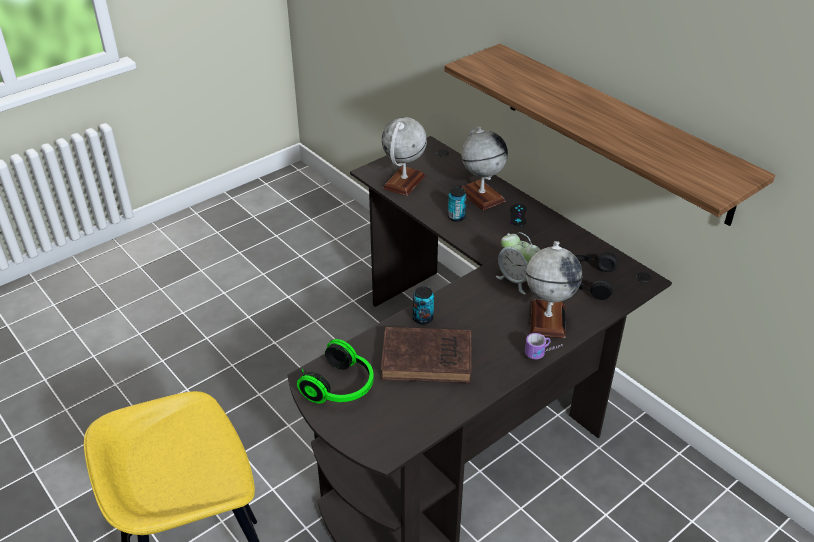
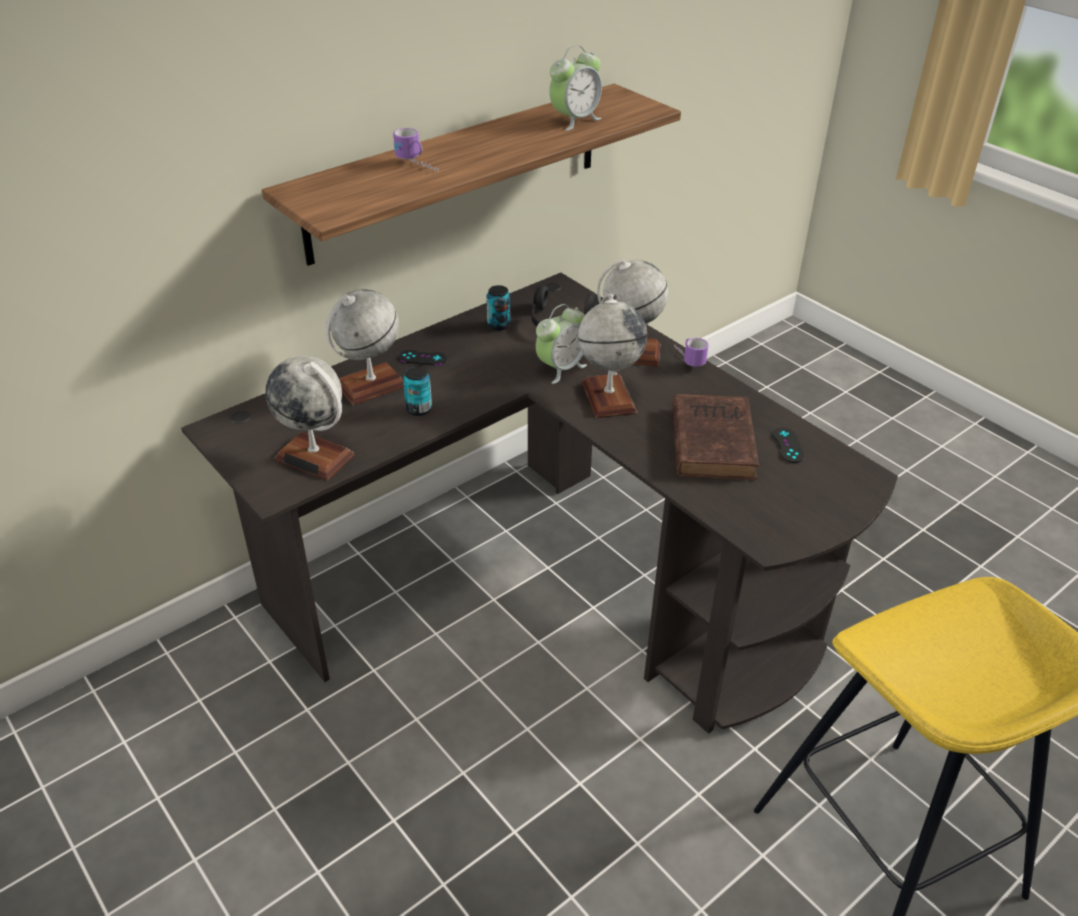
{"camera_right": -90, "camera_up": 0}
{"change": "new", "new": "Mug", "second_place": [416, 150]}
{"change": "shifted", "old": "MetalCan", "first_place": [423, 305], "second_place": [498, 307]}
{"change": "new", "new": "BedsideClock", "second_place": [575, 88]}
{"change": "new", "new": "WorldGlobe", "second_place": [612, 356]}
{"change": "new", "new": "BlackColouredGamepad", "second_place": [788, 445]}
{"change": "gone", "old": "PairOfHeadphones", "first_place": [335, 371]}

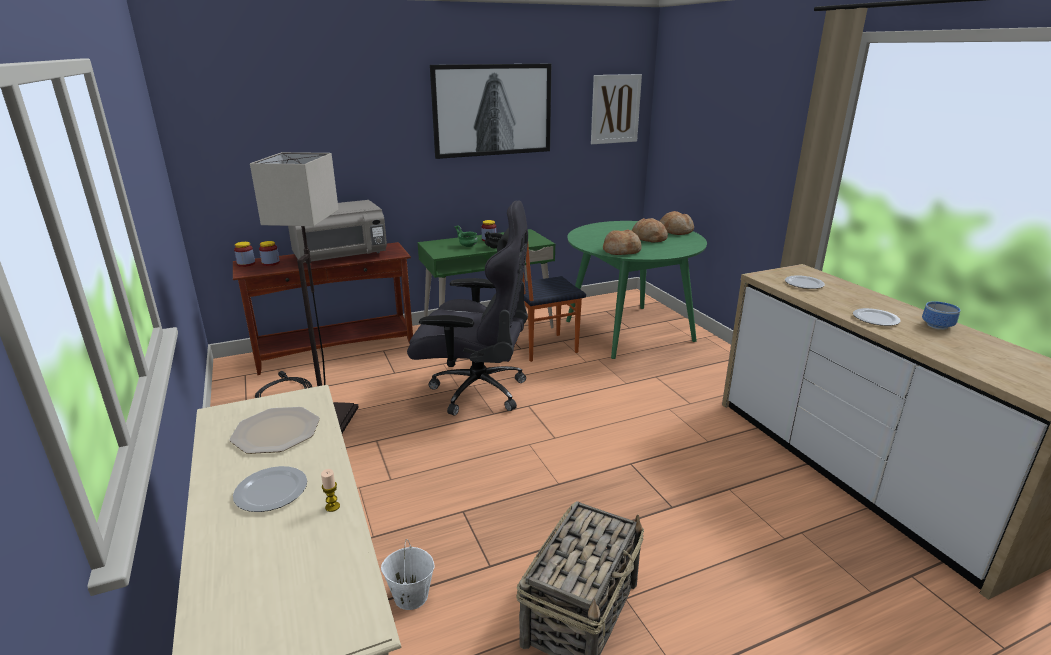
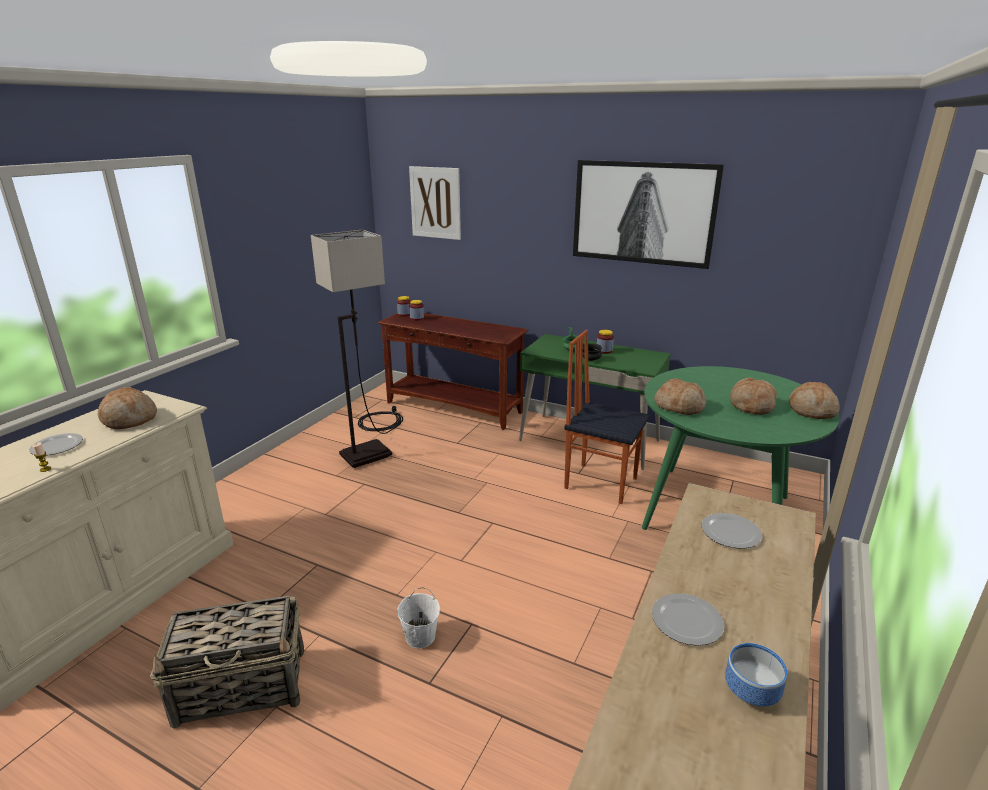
{"camera_right": 50, "camera_up": 0}
{"change": "swapped", "old": "Plate", "new": "BakedBread", "first_place": [275, 430], "second_place": [127, 408]}
{"change": "shifted", "old": "WhiteColouredBucket", "first_place": [408, 574], "second_place": [418, 618]}
{"change": "shifted", "old": "WallArt", "first_place": [616, 109], "second_place": [435, 203]}
{"change": "gone", "old": "GreyMicrowaveOven", "first_place": [337, 231]}
{"change": "gone", "old": "BlackColouredOfficeChair", "first_place": [467, 308]}

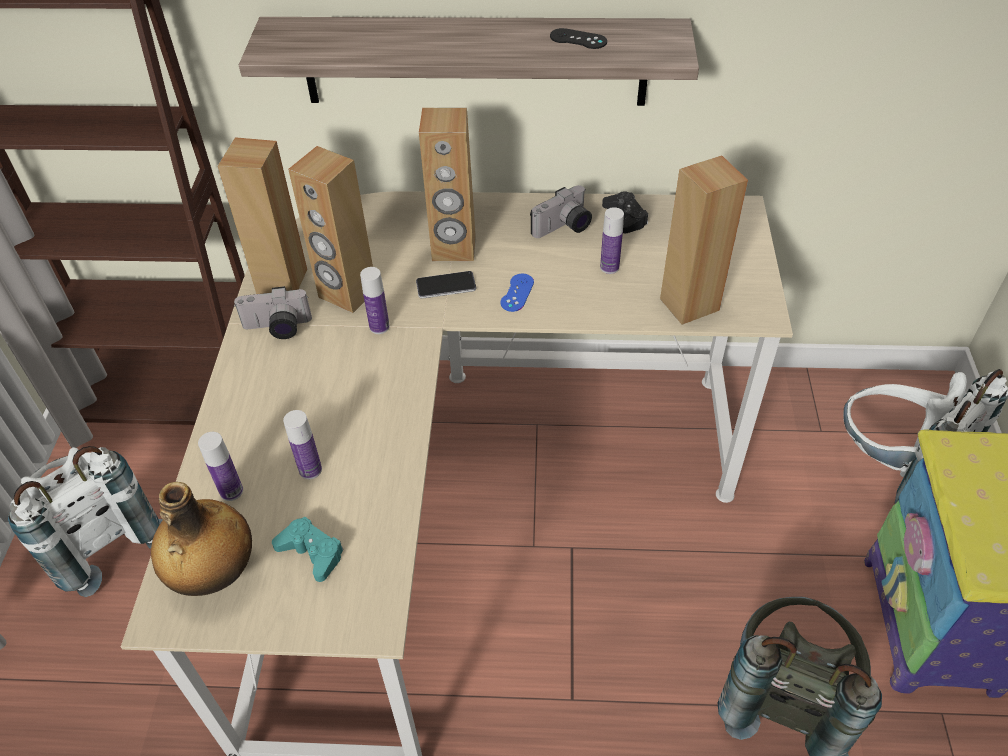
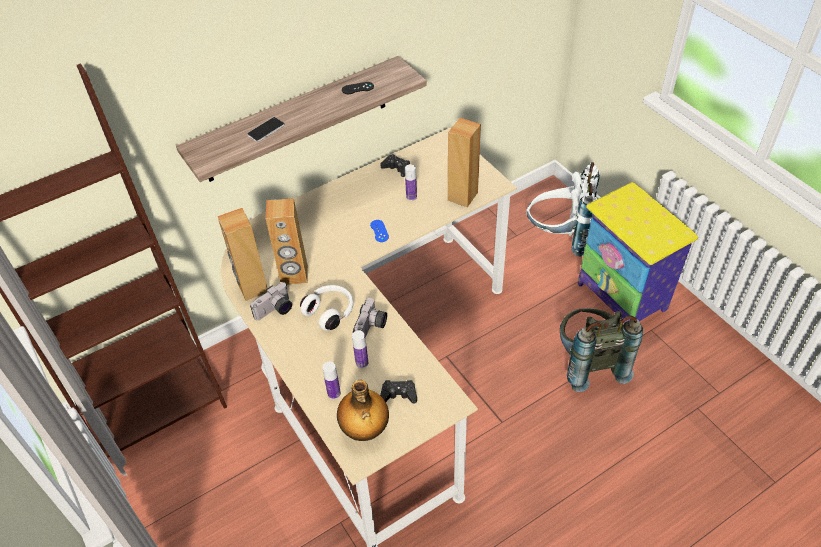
{"camera_right": -35, "camera_up": 0}
{"change": "shifted", "old": "Handset", "first_place": [446, 285], "second_place": [266, 129]}
{"change": "new", "new": "WhiteColouredPairOfHeadphones", "second_place": [327, 308]}
{"change": "shifted", "old": "PhotoCamera", "first_place": [561, 211], "second_place": [370, 318]}
{"change": "repainted", "old": "TurquoiseColouredGamepad", "new": "BlackColouredGamepad", "first_place": [308, 549], "second_place": [398, 391]}
{"change": "gone", "old": "WhiteColouredRucksack", "first_place": [85, 521]}
{"change": "gone", "old": "DrinkBottle", "first_place": [375, 300]}
{"change": "gone", "old": "BrownishAudioSpeaker", "first_place": [447, 184]}

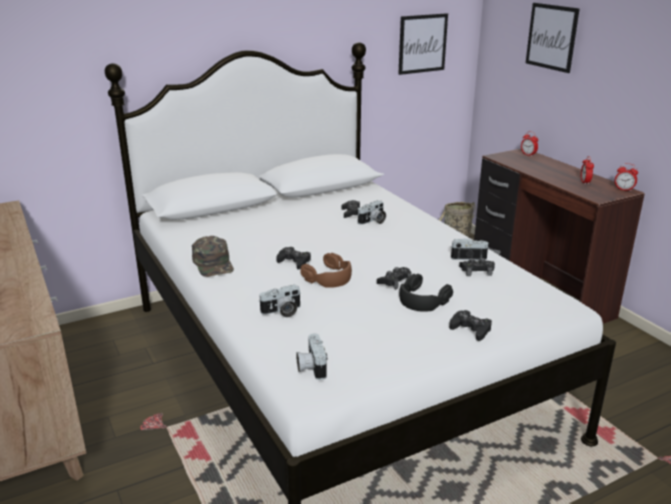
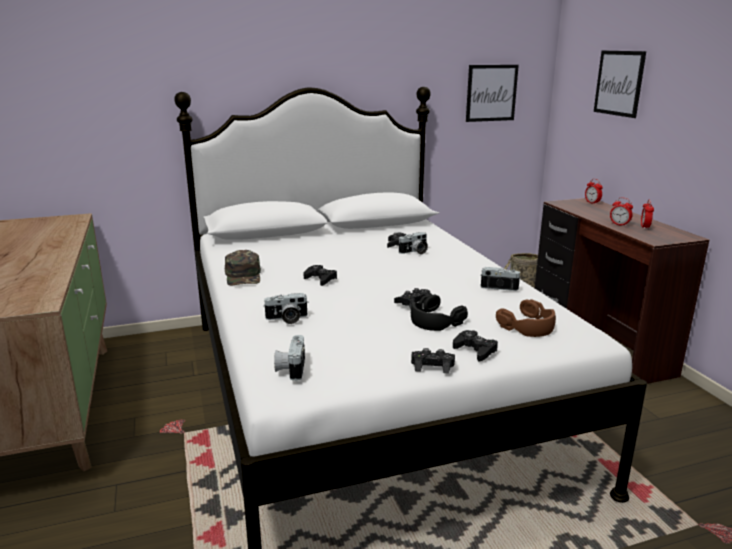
{"camera_right": 10, "camera_up": -5}
{"change": "shifted", "old": "BlackColouredGamepad", "first_place": [477, 267], "second_place": [433, 361]}
{"change": "shifted", "old": "BrownishPairOfHeadphones", "first_place": [326, 270], "second_place": [526, 318]}
{"change": "shifted", "old": "BedsideClock", "first_place": [626, 177], "second_place": [621, 212]}

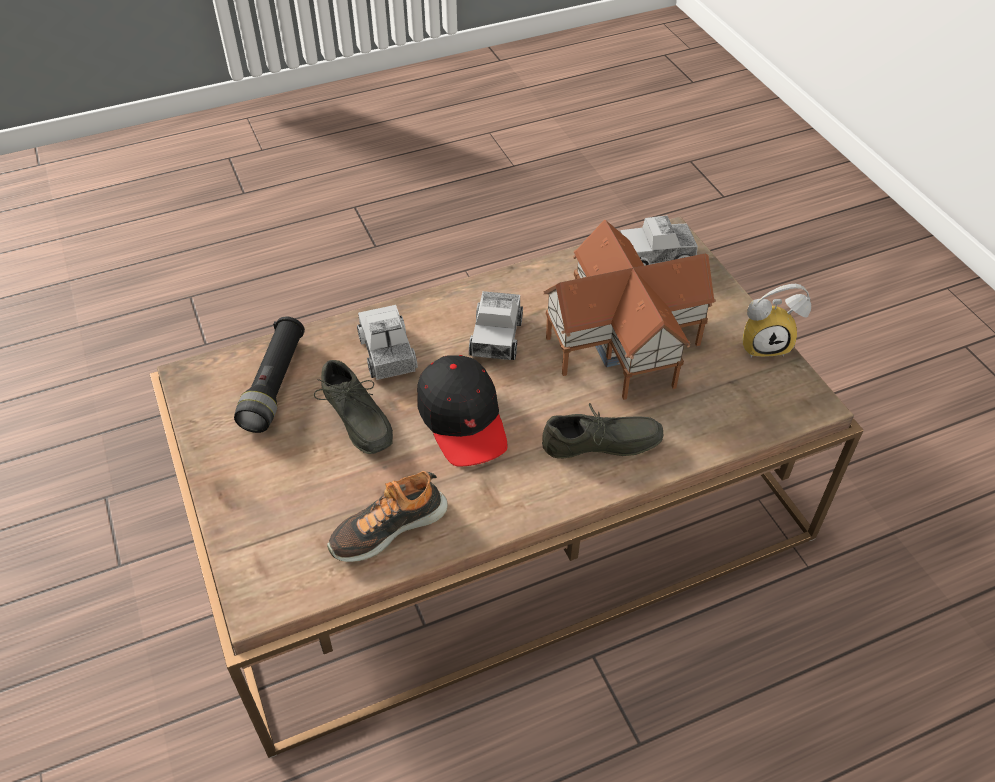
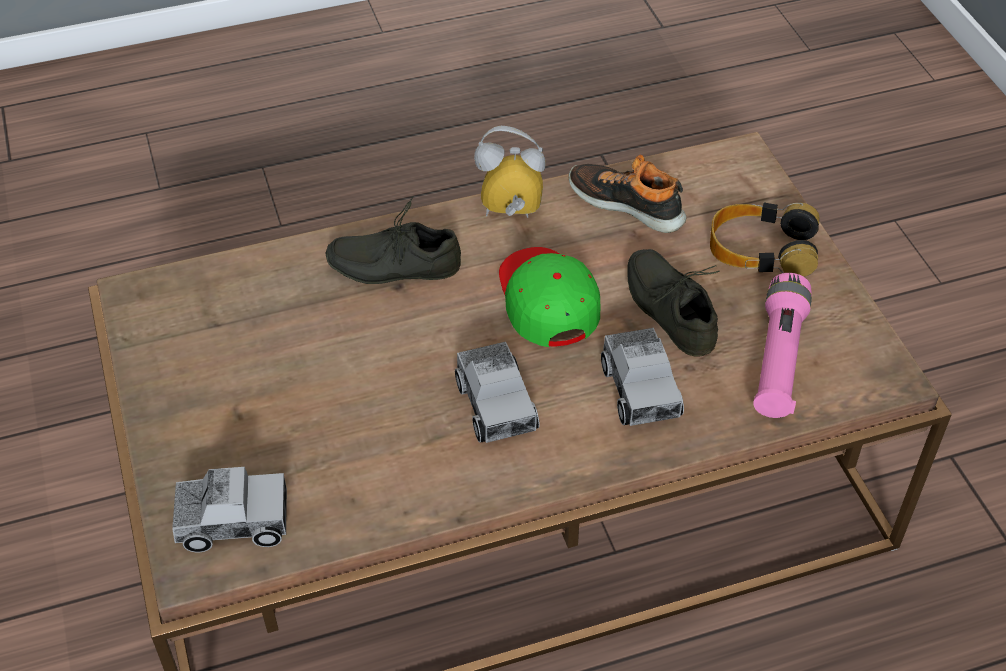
{"camera_right": -175, "camera_up": 0}
{"change": "rotated", "old": "ToyLorry", "first_place": [496, 325], "second_place": [497, 392], "degrees": 150}
{"change": "shifted", "old": "BedsideClock", "first_place": [776, 321], "second_place": [510, 172]}
{"change": "repainted", "old": "BlackColouredBaseballCap", "new": "GreenBaseballCap", "first_place": [462, 411], "second_place": [549, 297]}
{"change": "rotated", "old": "Shoe", "first_place": [387, 516], "second_place": [627, 193], "degrees": -120}
{"change": "new", "new": "PairOfHeadphones", "second_place": [764, 240]}
{"change": "repainted", "old": "BlackColouredTorch", "new": "PinkishTorch", "first_place": [269, 375], "second_place": [783, 345]}
{"change": "gone", "old": "ToyHouse", "first_place": [629, 309]}

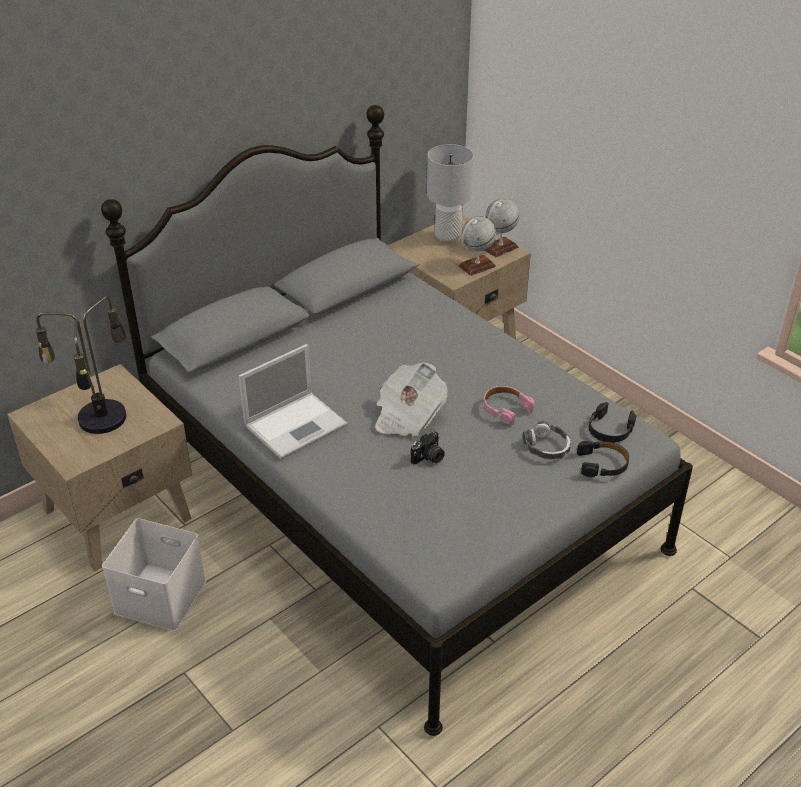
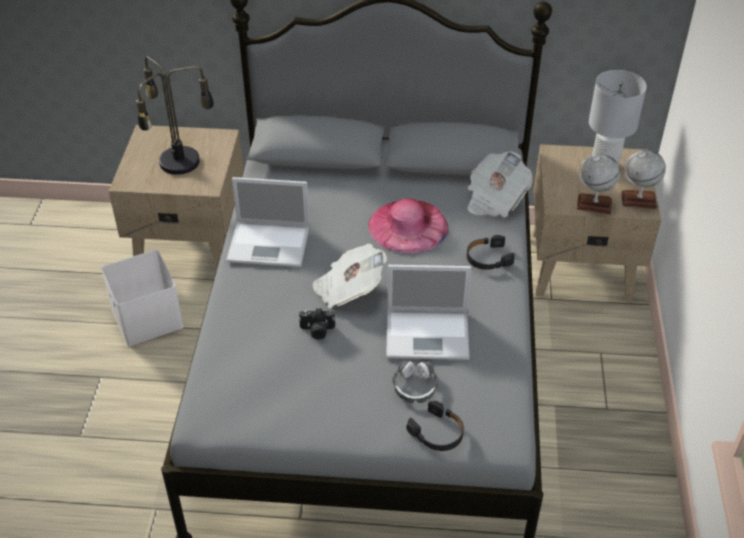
{"camera_right": 45, "camera_up": 5}
{"change": "new", "new": "PinkishHat", "second_place": [408, 226]}
{"change": "swapped", "old": "PinkishPairOfHeadphones", "new": "Laptop", "first_place": [509, 405], "second_place": [428, 312]}
{"change": "shifted", "old": "BlackColouredPairOfHeadphones", "first_place": [613, 422], "second_place": [490, 252]}
{"change": "new", "new": "PrintedPaper", "second_place": [500, 184]}

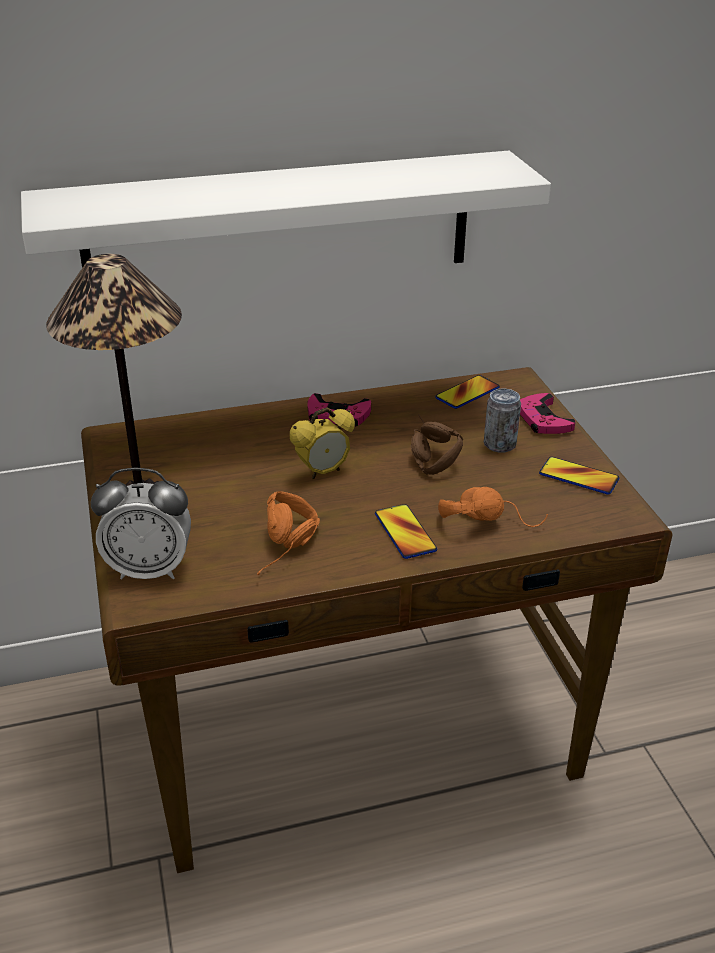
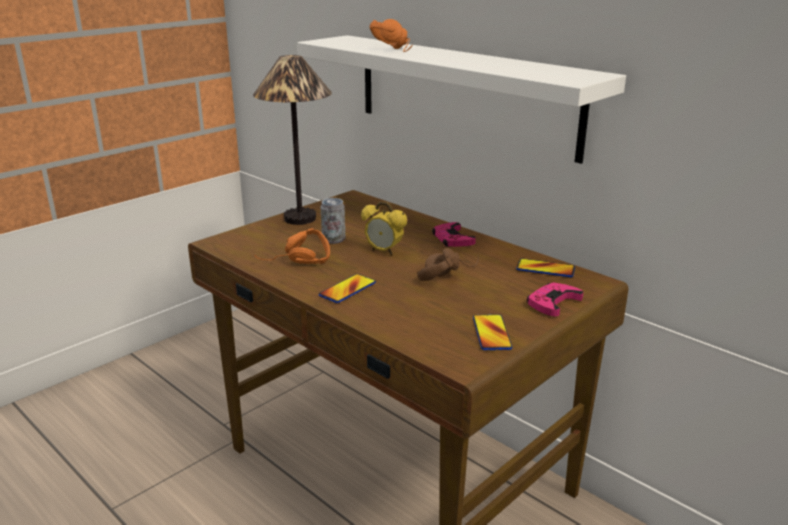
{"camera_right": 60, "camera_up": -10}
{"change": "shifted", "old": "MetalCan", "first_place": [502, 420], "second_place": [332, 221]}
{"change": "shifted", "old": "OrangeColouredPairOfHeadphones", "first_place": [493, 507], "second_place": [391, 35]}
{"change": "gone", "old": "BedsideClock", "first_place": [141, 523]}

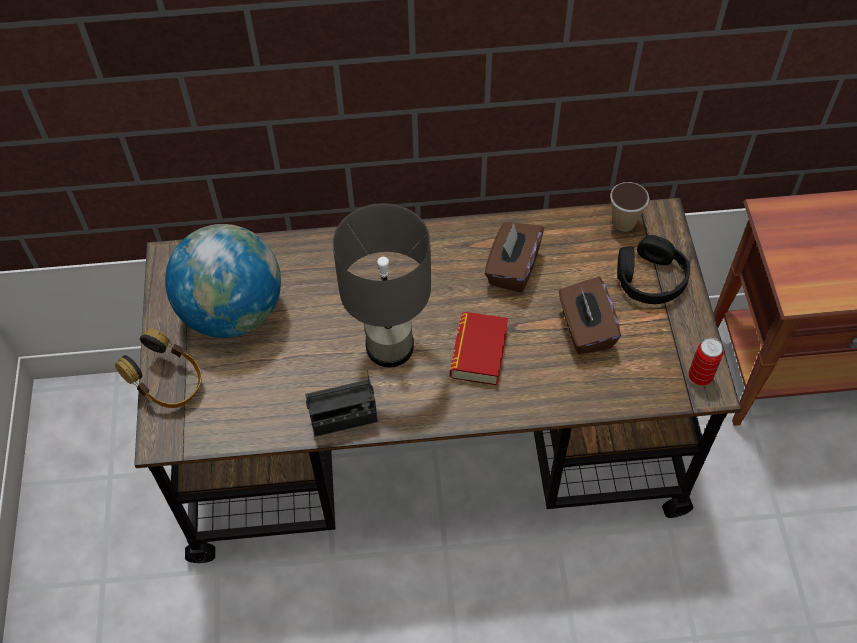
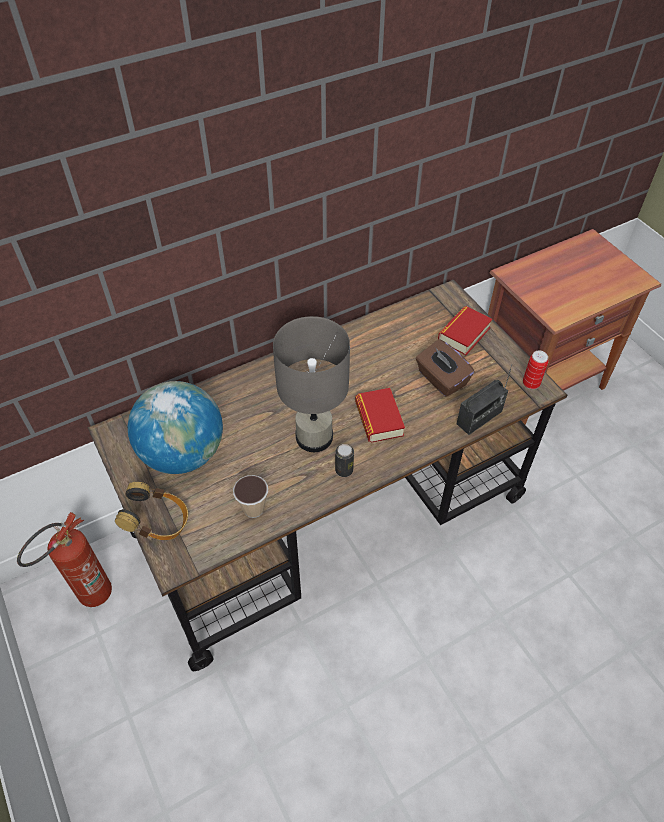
{"camera_right": -25, "camera_up": -5}
{"change": "new", "new": "Extinguisher", "second_place": [64, 559]}
{"change": "shifted", "old": "Cup", "first_place": [629, 207], "second_place": [250, 496]}
{"change": "new", "new": "MetalCan", "second_place": [344, 460]}
{"change": "swapped", "old": "BlackColouredPairOfHeadphones", "new": "Volume", "first_place": [653, 269], "second_place": [465, 330]}
{"change": "shifted", "old": "RadioSet", "first_place": [341, 403], "second_place": [484, 399]}
{"change": "gone", "old": "BrownishBoxOfTissues", "first_place": [514, 257]}

